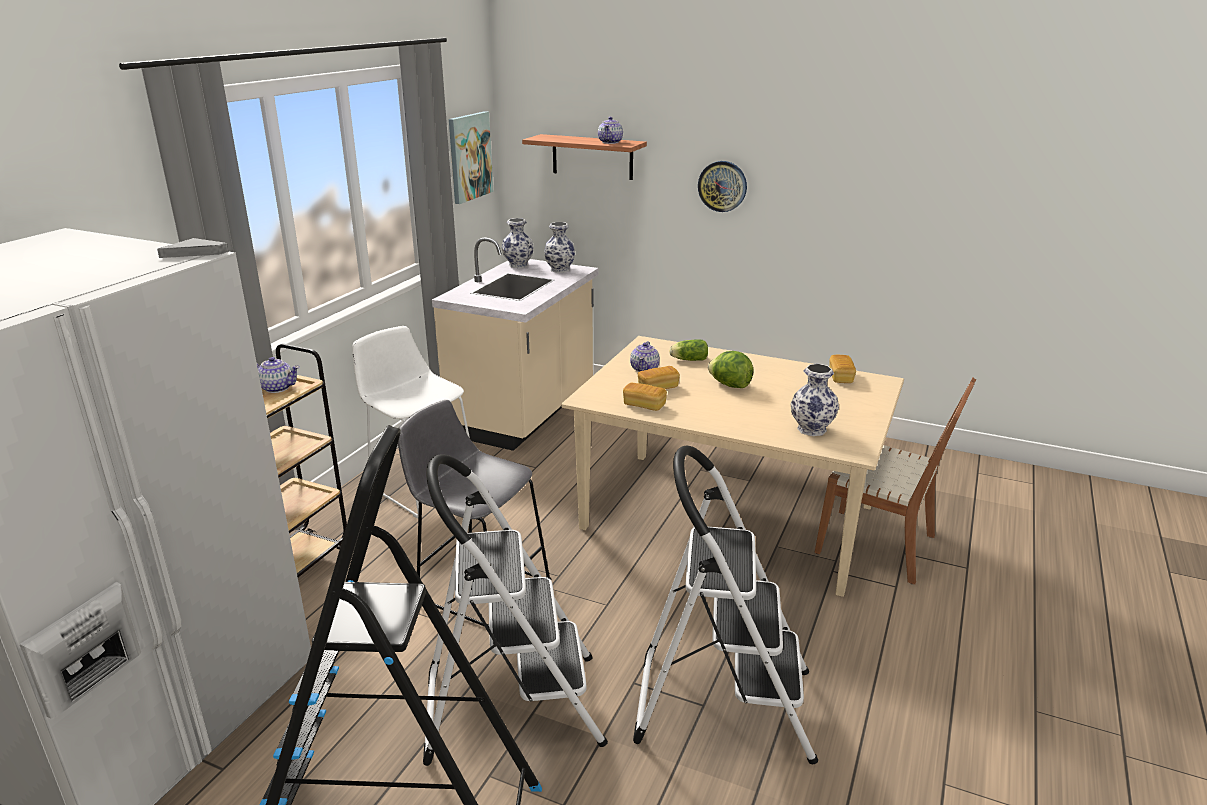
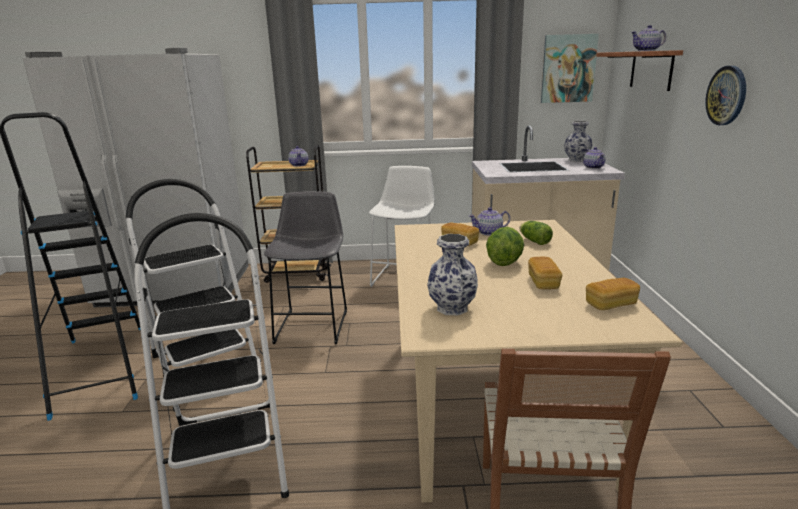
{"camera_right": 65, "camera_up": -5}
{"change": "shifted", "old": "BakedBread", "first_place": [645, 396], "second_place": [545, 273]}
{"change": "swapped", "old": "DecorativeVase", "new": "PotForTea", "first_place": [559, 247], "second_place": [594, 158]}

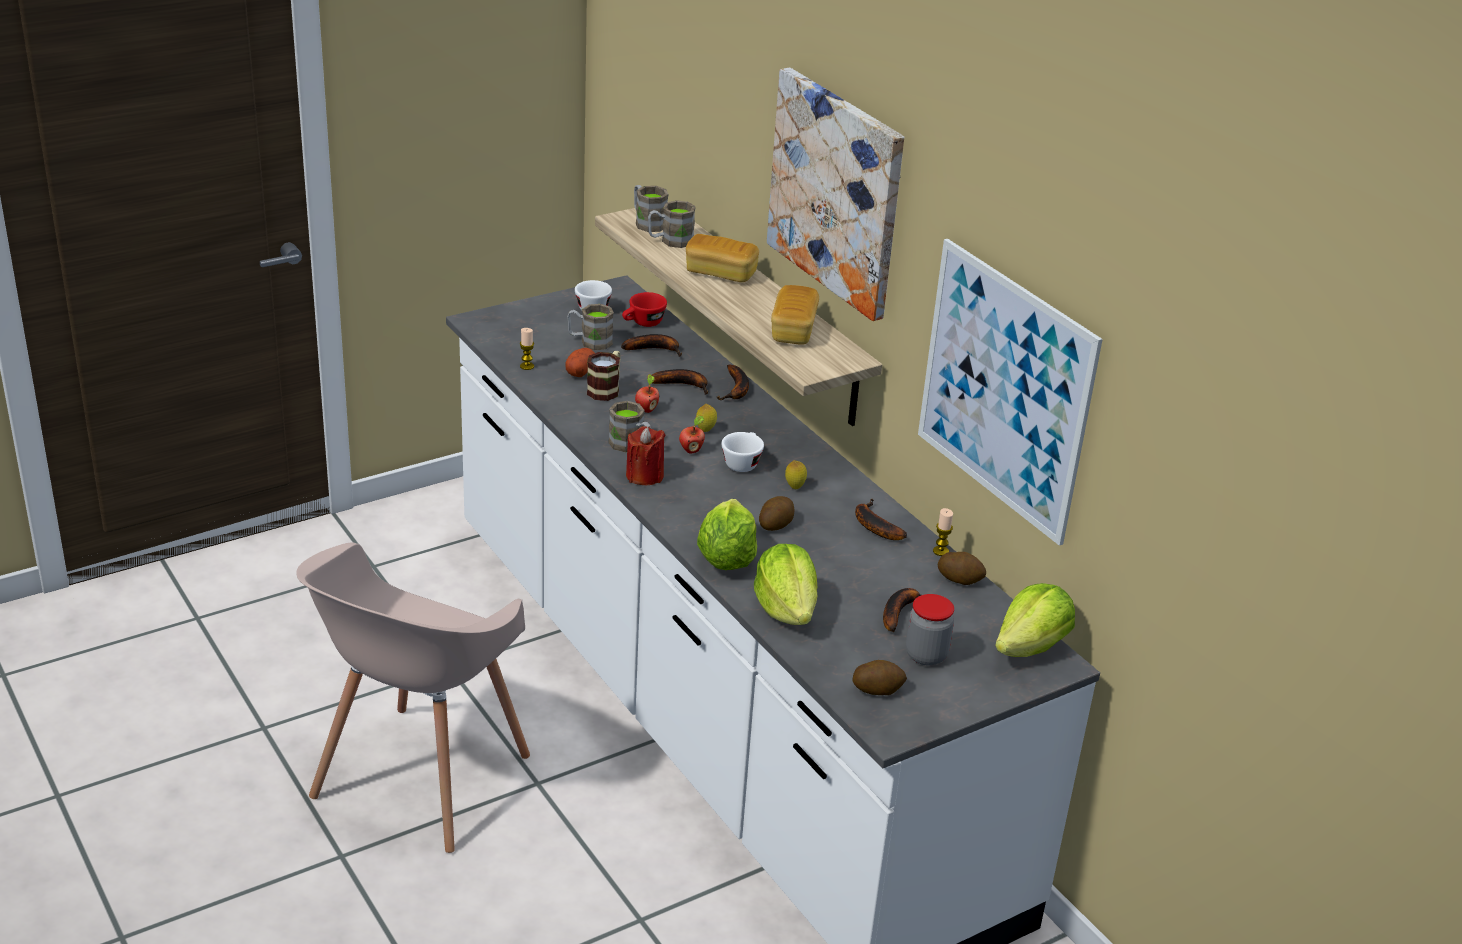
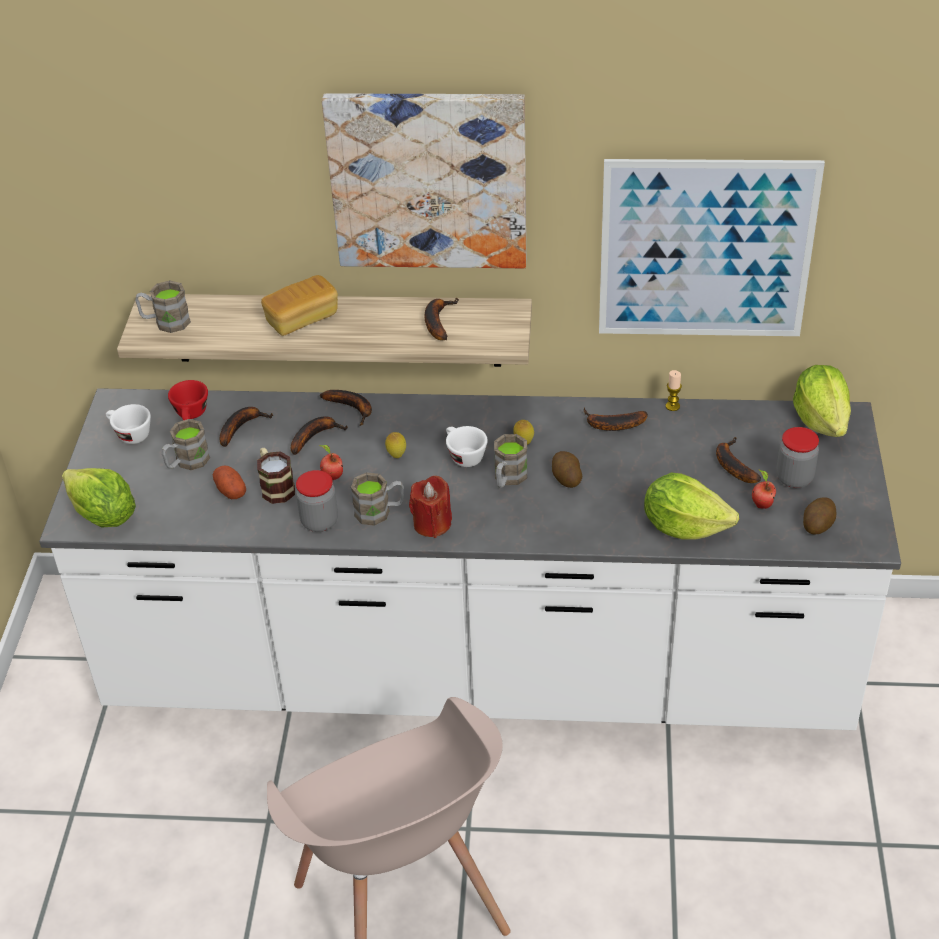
{"camera_right": -50, "camera_up": 10}
{"change": "shifted", "old": "HeadOfLettuce", "first_place": [727, 534], "second_place": [99, 497]}
{"change": "new", "new": "StorageJar", "second_place": [317, 501]}
{"change": "swapped", "old": "BakedBread", "new": "BananaFruit", "first_place": [795, 315], "second_place": [442, 319]}
{"change": "shifted", "old": "BrownishMug", "first_place": [672, 224], "second_place": [511, 461]}
{"change": "shifted", "old": "Apple", "first_place": [692, 434], "second_place": [764, 489]}
{"change": "gone", "old": "WaxCandle", "first_place": [527, 349]}
{"change": "gone", "old": "WholePotato", "first_place": [961, 568]}

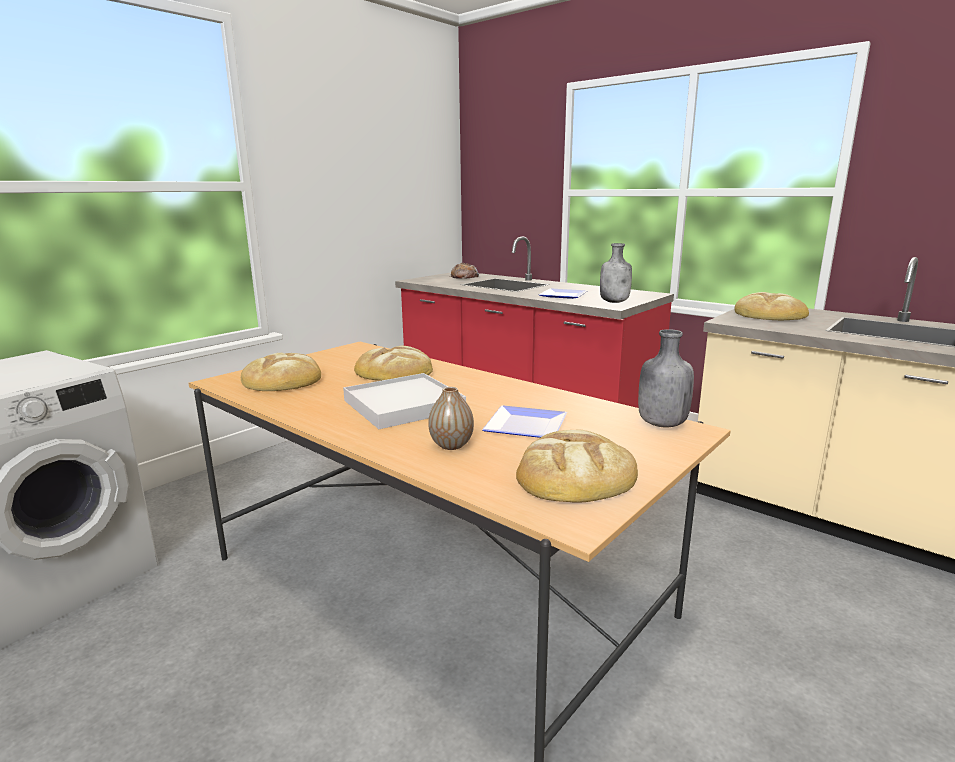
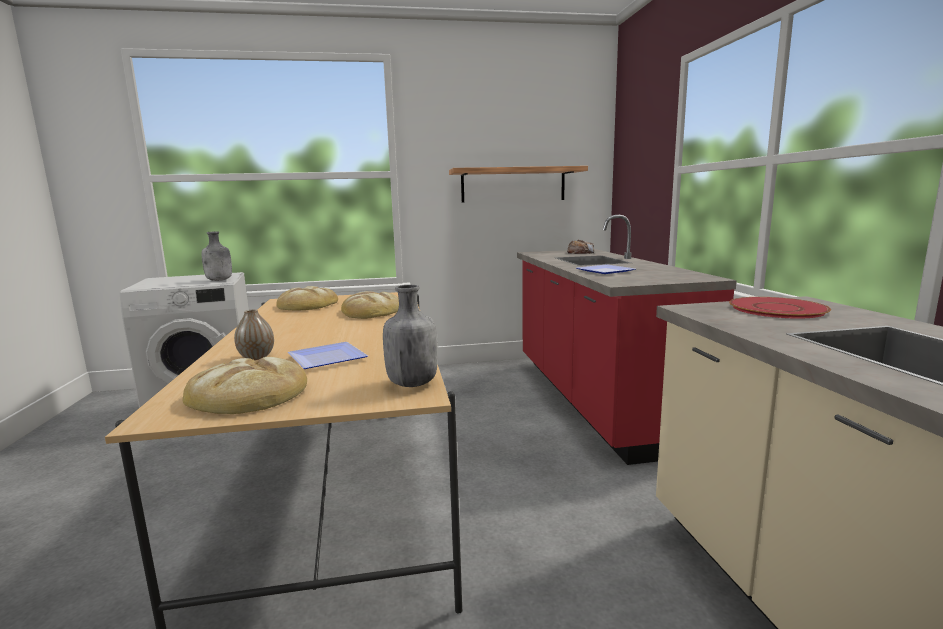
{"camera_right": 40, "camera_up": -5}
{"change": "shifted", "old": "GreyDrinkBottle", "first_place": [616, 273], "second_place": [217, 256]}
{"change": "new", "new": "BracketShelf", "second_place": [518, 184]}
{"change": "swapped", "old": "BakedBread", "new": "ReddishPlate", "first_place": [772, 306], "second_place": [780, 308]}
{"change": "gone", "old": "WhiteColouredServingTray", "first_place": [404, 401]}

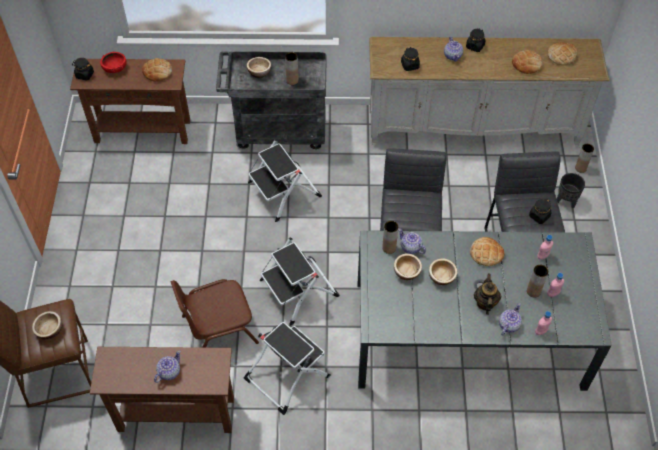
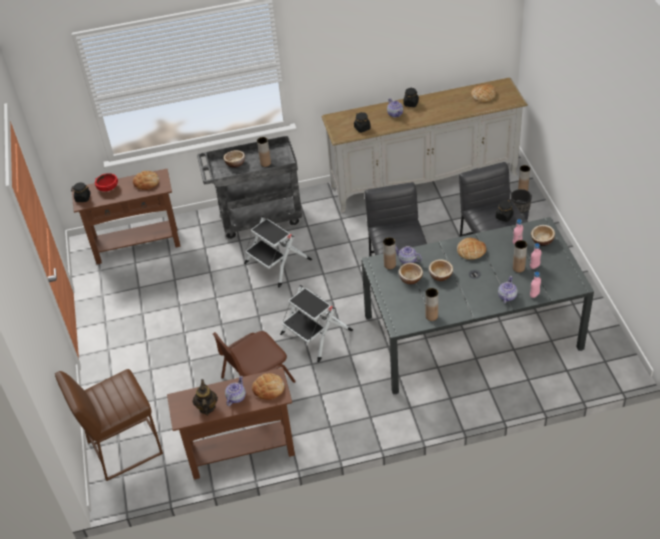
{"camera_right": -10, "camera_up": -10}
{"change": "shifted", "old": "PotForTea", "first_place": [487, 294], "second_place": [205, 397]}
{"change": "shifted", "old": "BakedBread", "first_place": [527, 62], "second_place": [268, 386]}
{"change": "new", "new": "BrownishDecorativeVase", "second_place": [431, 304]}
{"change": "shifted", "old": "ServingBowl", "first_place": [47, 325], "second_place": [543, 235]}
{"change": "gone", "old": "Stepladder", "first_place": [287, 368]}

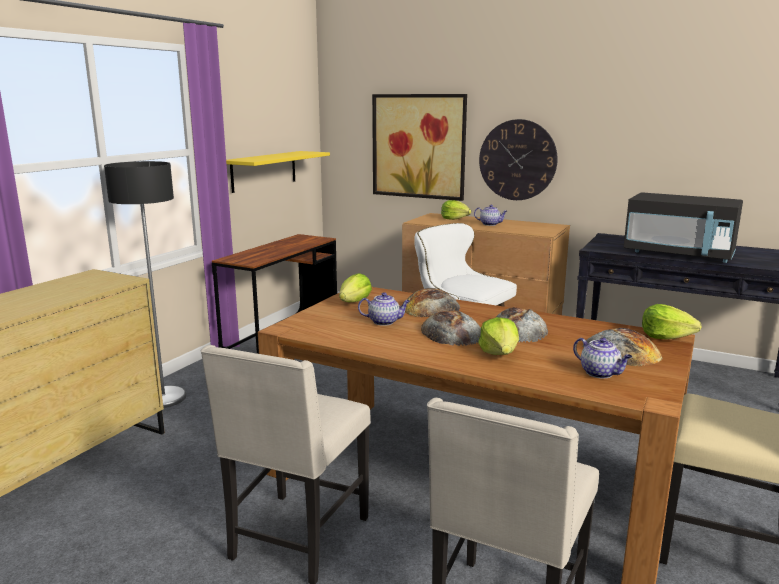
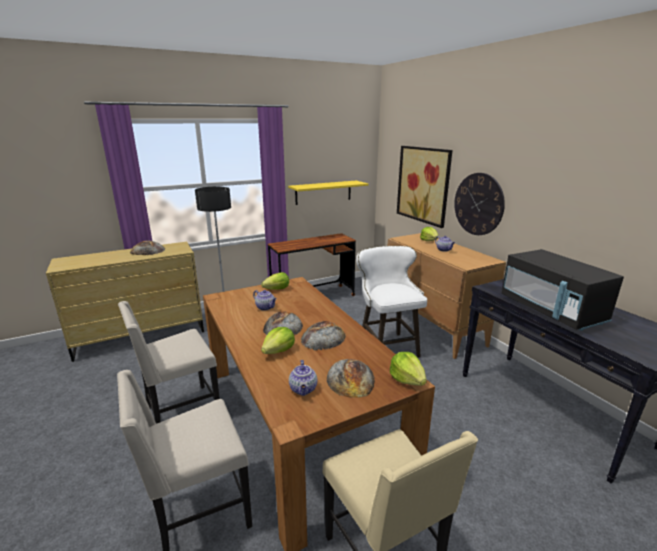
{"camera_right": 35, "camera_up": 5}
{"change": "shifted", "old": "BakedBread", "first_place": [432, 302], "second_place": [147, 247]}

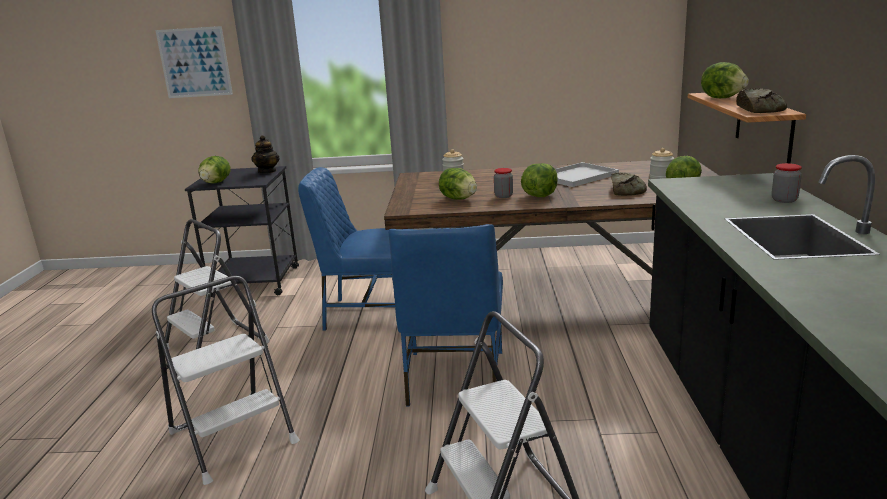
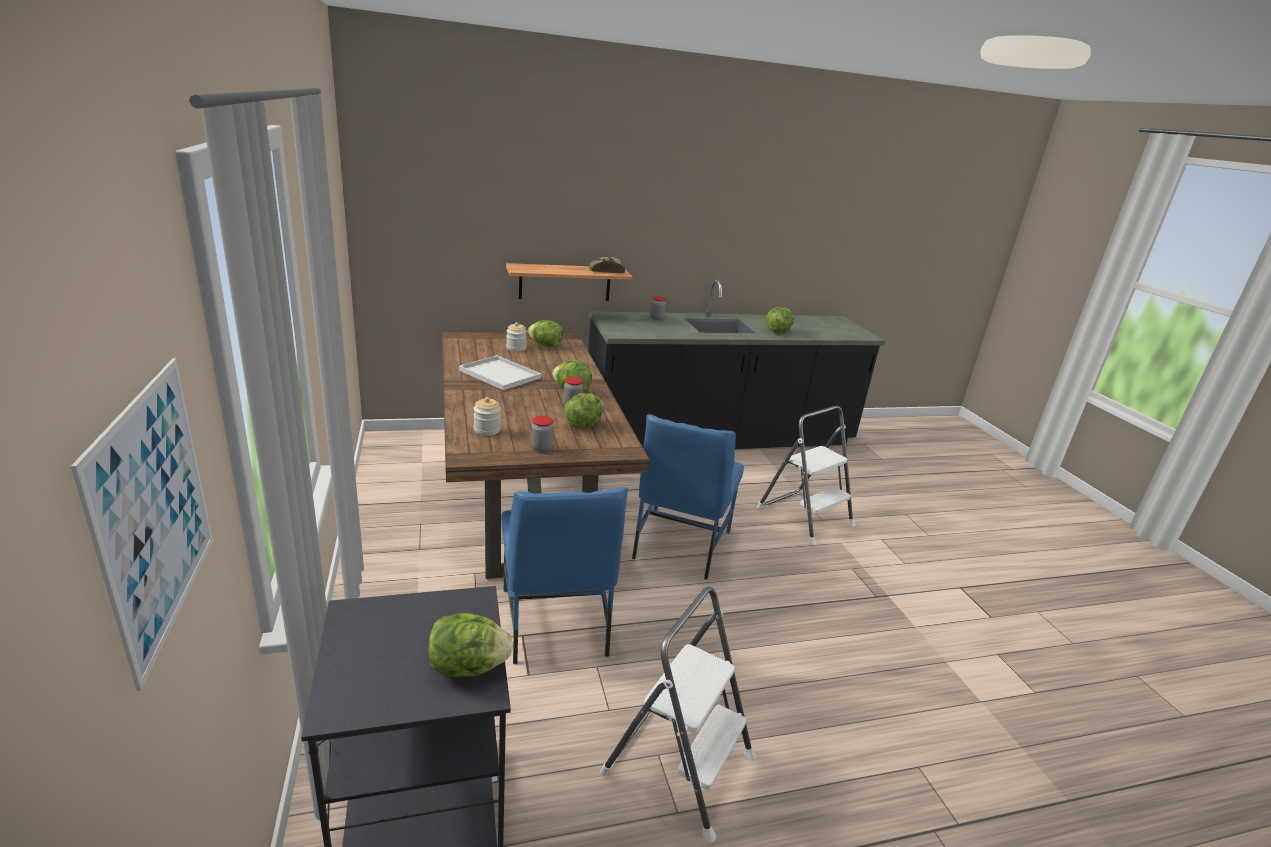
{"camera_right": -110, "camera_up": 5}
{"change": "new", "new": "StorageJar", "second_place": [542, 434]}
{"change": "rotated", "old": "BlueChair", "first_place": [445, 315], "second_place": [688, 497], "degrees": 120}
{"change": "shifted", "old": "HeadOfLettuce", "first_place": [725, 80], "second_place": [780, 320]}
{"change": "gone", "old": "WhiteColouredStepladder", "first_place": [226, 380]}
{"change": "gone", "old": "PotForTea", "first_place": [265, 154]}
{"change": "gone", "old": "BakedBread", "first_place": [629, 184]}

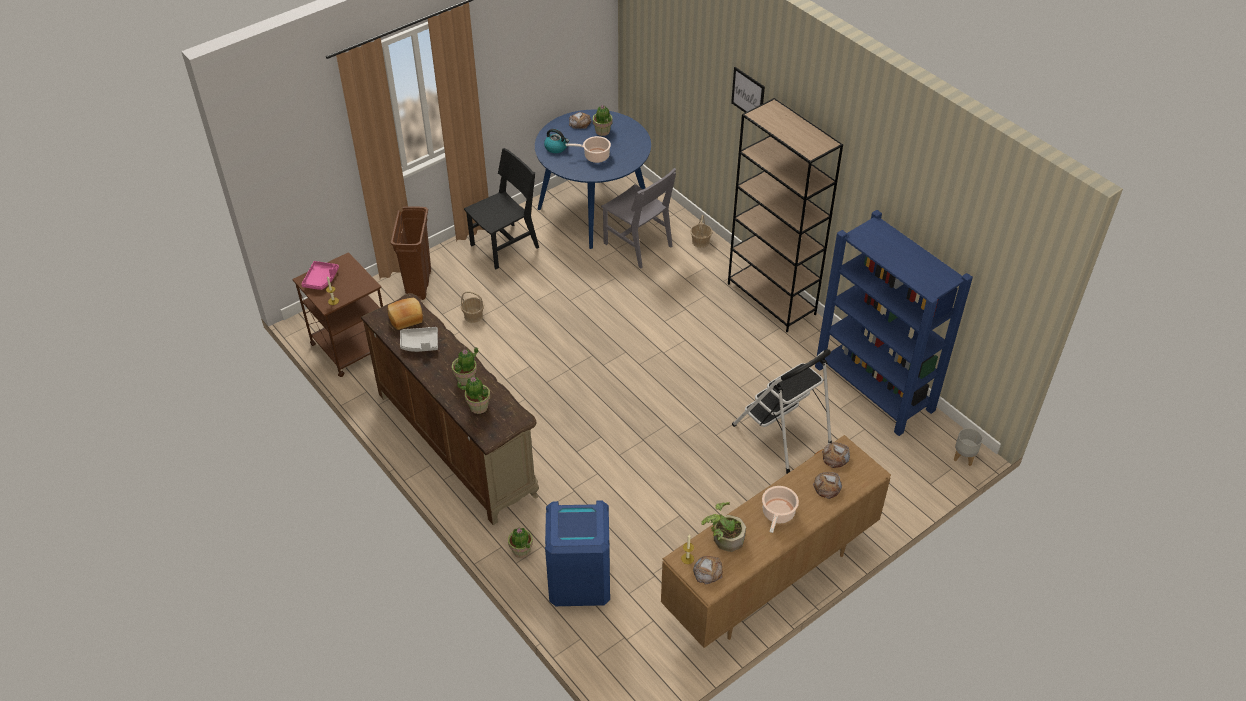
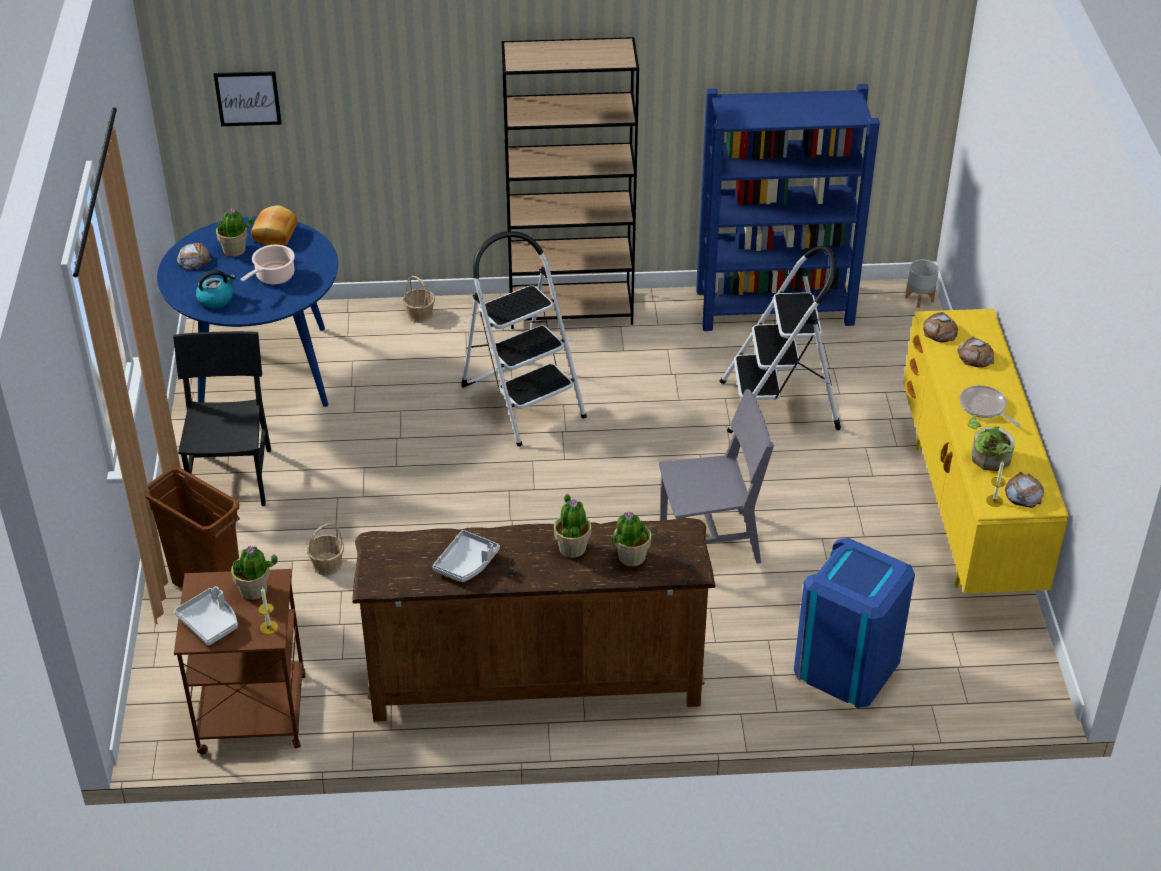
{"camera_right": -55, "camera_up": -5}
{"change": "repainted", "old": "PinkishServingTray", "new": "GreyServingTray", "first_place": [320, 275], "second_place": [206, 616]}
{"change": "shifted", "old": "WallArt", "first_place": [748, 89], "second_place": [248, 98]}
{"change": "shifted", "old": "Houseplant", "first_place": [520, 542], "second_place": [254, 573]}
{"change": "shifted", "old": "BakedBread", "first_place": [405, 314], "second_place": [274, 225]}
{"change": "new", "new": "Stepladder", "second_place": [524, 339]}
{"change": "shifted", "old": "GreyChair", "first_place": [638, 218], "second_place": [716, 476]}
{"change": "repainted", "old": "BrownishChestOfDrawers", "new": "YellowColouredChestOfDrawers", "first_place": [776, 541], "second_place": [986, 451]}
{"change": "swapped", "old": "CookingPot", "new": "Pan", "first_place": [780, 509], "second_place": [990, 406]}

